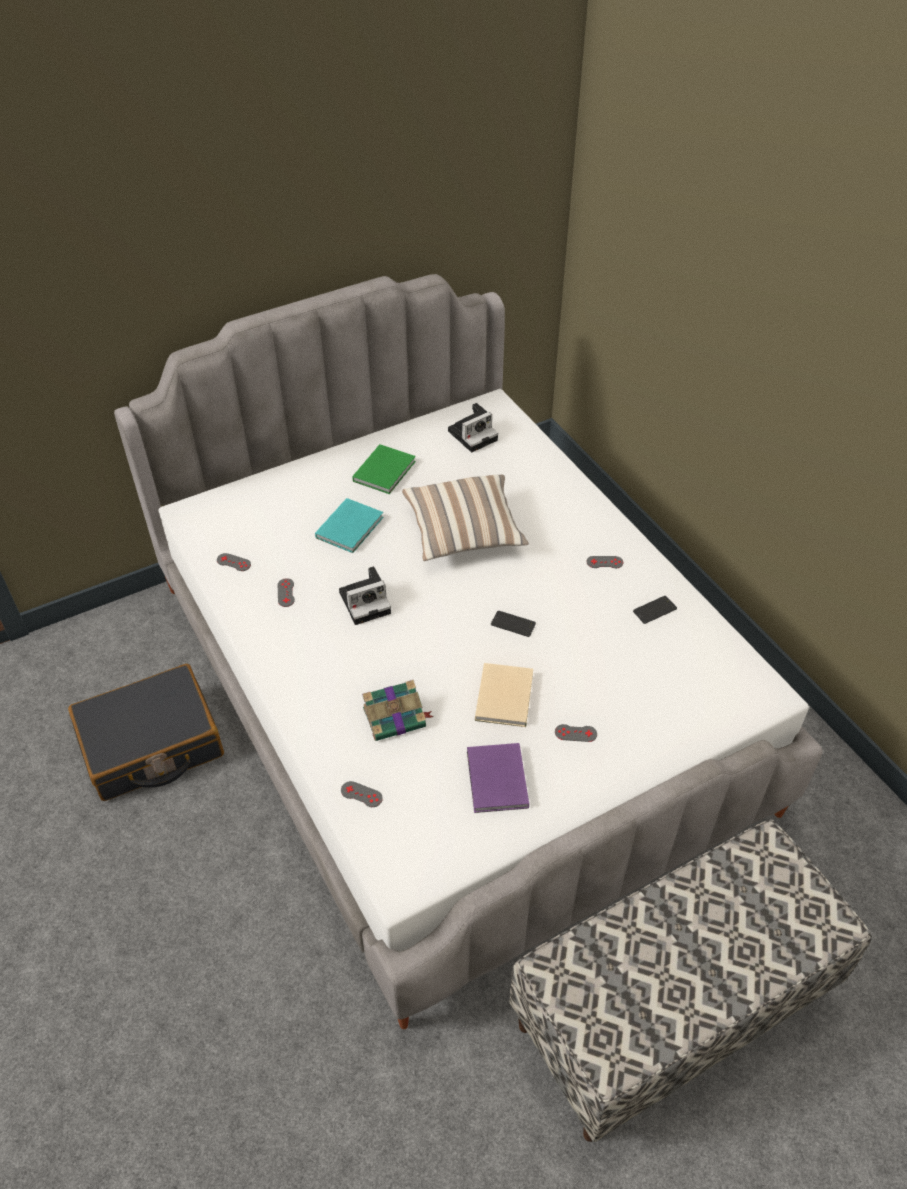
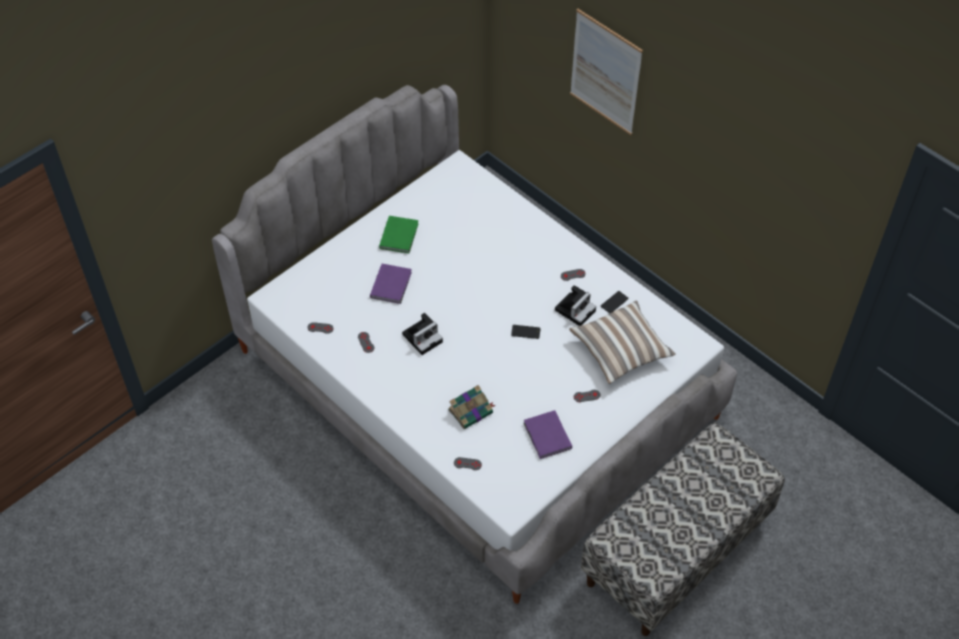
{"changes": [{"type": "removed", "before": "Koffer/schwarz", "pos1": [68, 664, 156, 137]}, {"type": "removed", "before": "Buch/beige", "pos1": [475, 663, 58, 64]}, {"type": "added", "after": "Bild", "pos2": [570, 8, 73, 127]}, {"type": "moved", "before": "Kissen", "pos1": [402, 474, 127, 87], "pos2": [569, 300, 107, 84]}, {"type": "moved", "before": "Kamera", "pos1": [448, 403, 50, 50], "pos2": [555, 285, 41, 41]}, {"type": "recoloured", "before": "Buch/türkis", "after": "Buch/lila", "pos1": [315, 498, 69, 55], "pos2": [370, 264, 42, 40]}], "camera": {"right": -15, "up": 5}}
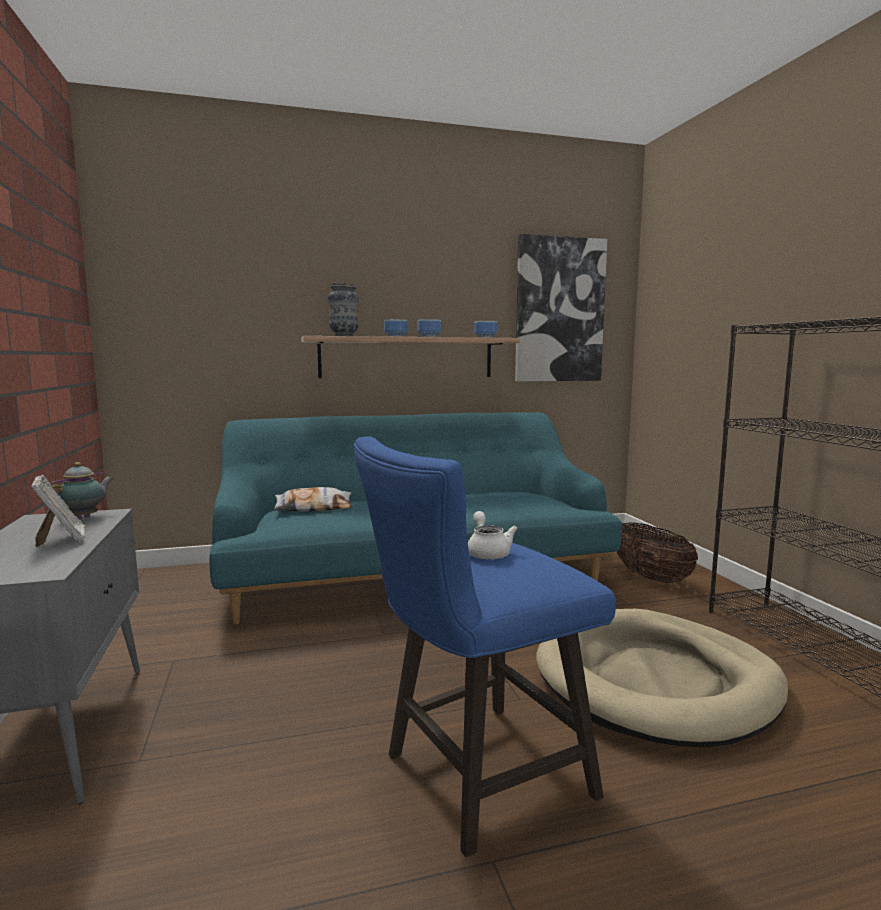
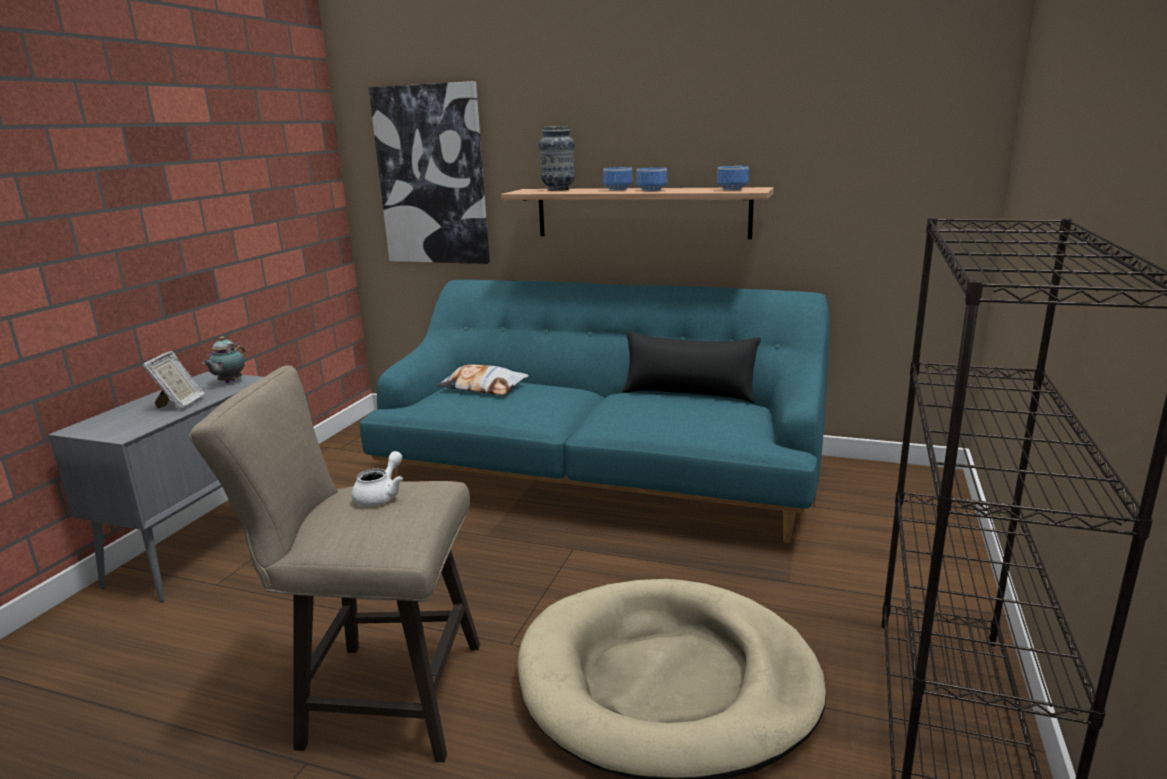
{"changes": [{"type": "removed", "before": "Korb", "pos1": [617, 522, 81, 61]}, {"type": "added", "after": "Kissen/schwarz", "pos2": [623, 331, 138, 72]}, {"type": "moved", "before": "Bild", "pos1": [515, 234, 92, 147], "pos2": [369, 81, 121, 183]}, {"type": "recoloured", "before": "Hocker/blau", "after": "Hocker/beige", "pos1": [353, 436, 263, 421], "pos2": [189, 365, 291, 397]}, {"type": "turned", "before": "Teekanne", "pos1": [49, 462, 65, 57], "pos2": [202, 336, 43, 47], "turn": 135}], "camera": {"right": 35, "up": 10}}
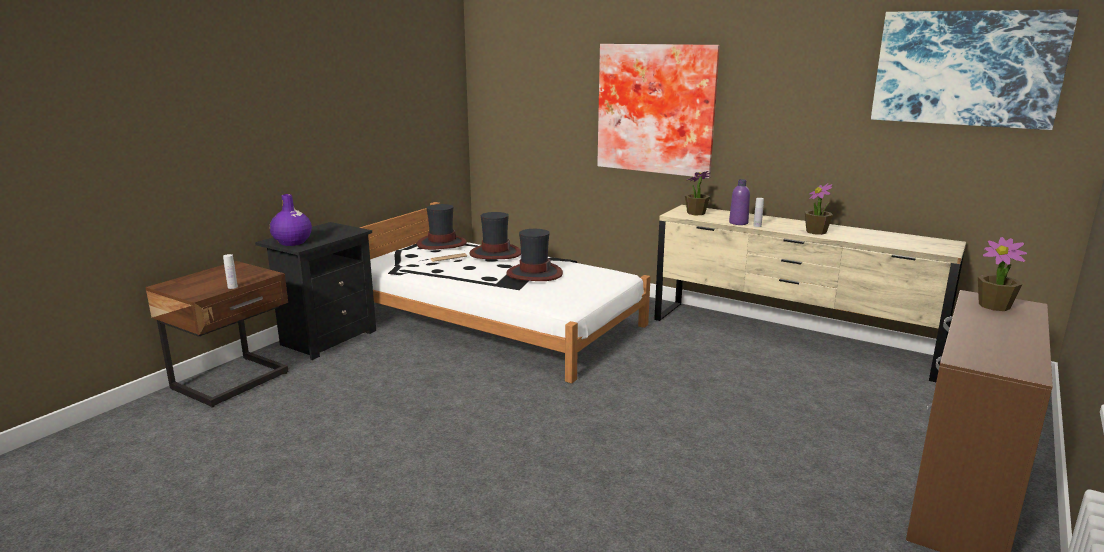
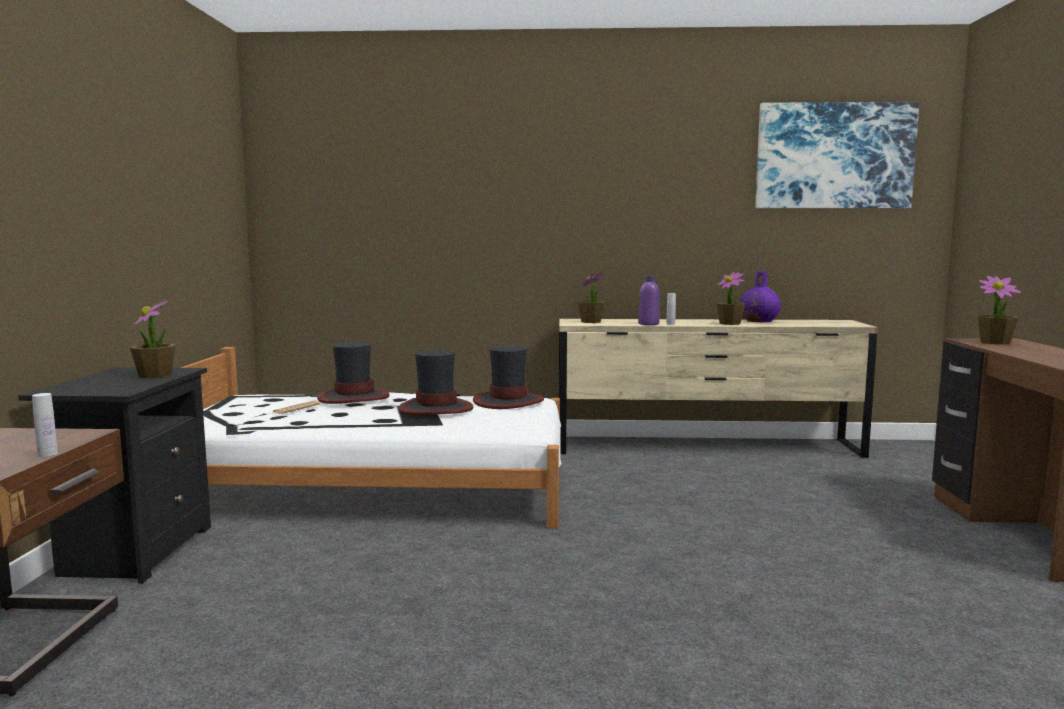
{"changes": [{"type": "removed", "before": "Bild", "pos1": [597, 44, 123, 134]}, {"type": "added", "after": "Topfpflanze", "pos2": [130, 301, 46, 77]}, {"type": "moved", "before": "Vase/lila", "pos1": [270, 194, 42, 52], "pos2": [739, 271, 42, 51]}, {"type": "moved", "before": "Hut", "pos1": [417, 204, 50, 46], "pos2": [473, 346, 71, 63]}], "camera": {"right": -30, "up": -10}}
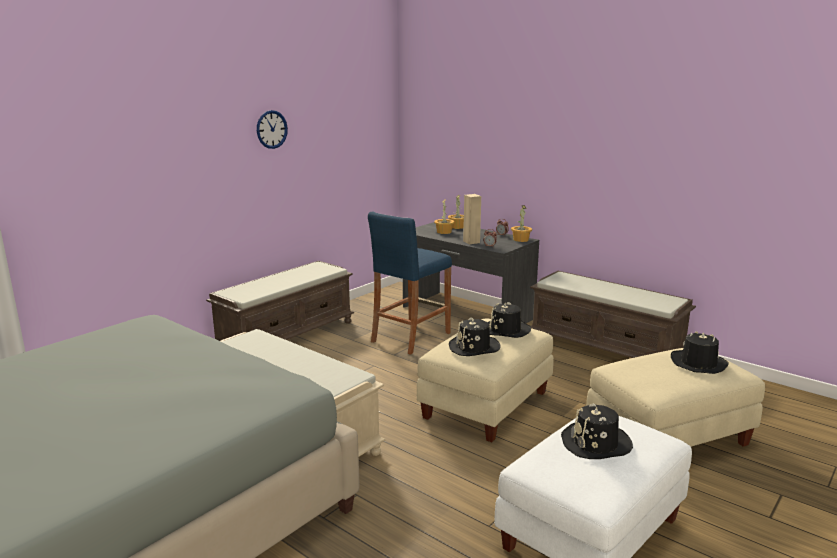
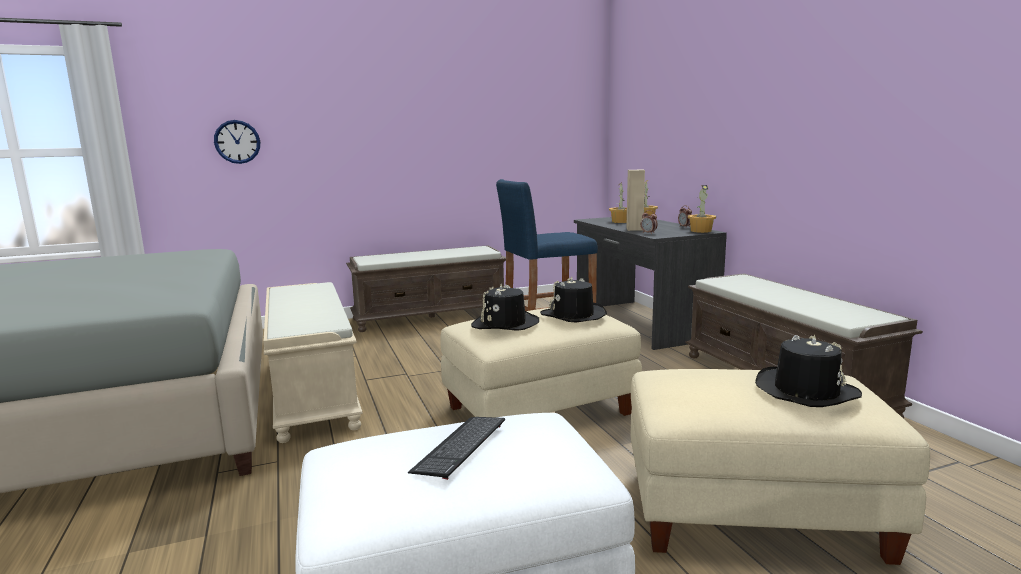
{"changes": [{"type": "moved", "before": "Wanduhr", "pos1": [257, 110, 31, 39], "pos2": [214, 120, 46, 44]}, {"type": "replaced", "before": "Hut/schwarz", "after": "Tastatur", "pos1": [561, 403, 72, 56], "pos2": [408, 417, 97, 63]}], "camera": {"right": 30, "up": -5}}
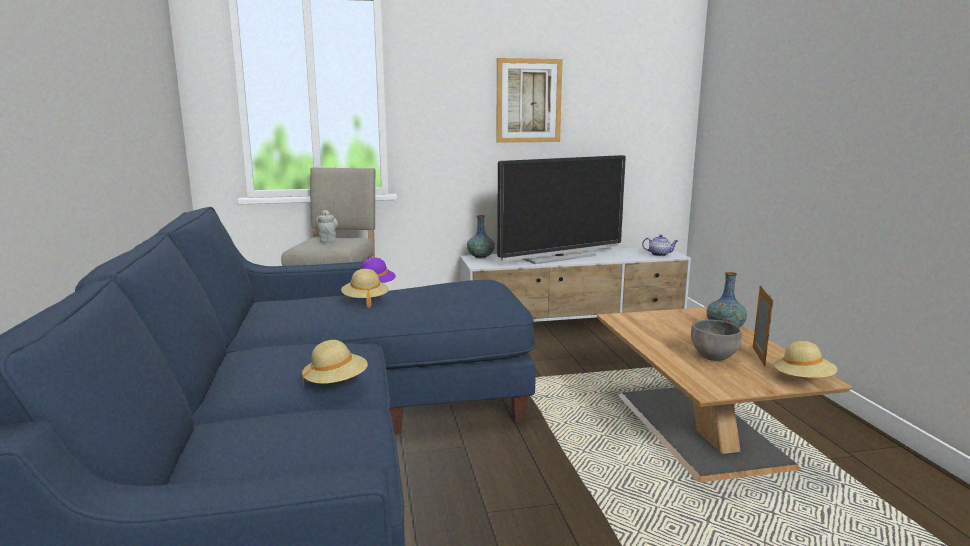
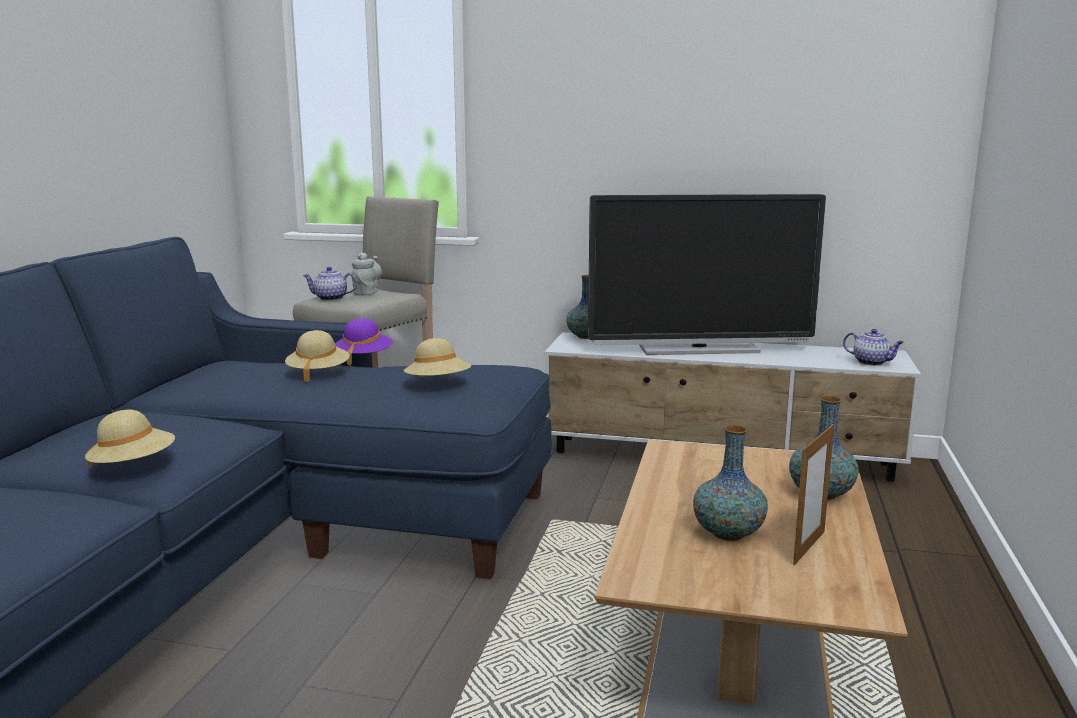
{"changes": [{"type": "removed", "before": "Bild", "pos1": [496, 58, 67, 85]}, {"type": "added", "after": "Teekanne", "pos2": [303, 267, 54, 34]}, {"type": "moved", "before": "Hut/beige", "pos1": [772, 341, 65, 37], "pos2": [404, 338, 67, 39]}, {"type": "replaced", "before": "Schüssel/grau", "after": "Vase", "pos1": [691, 320, 51, 41], "pos2": [693, 425, 75, 116]}], "camera": {"right": 25, "up": 0}}
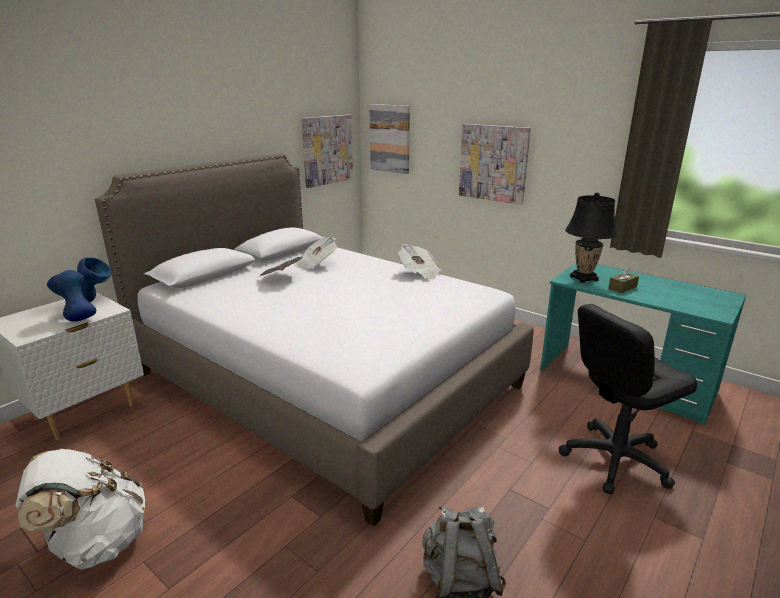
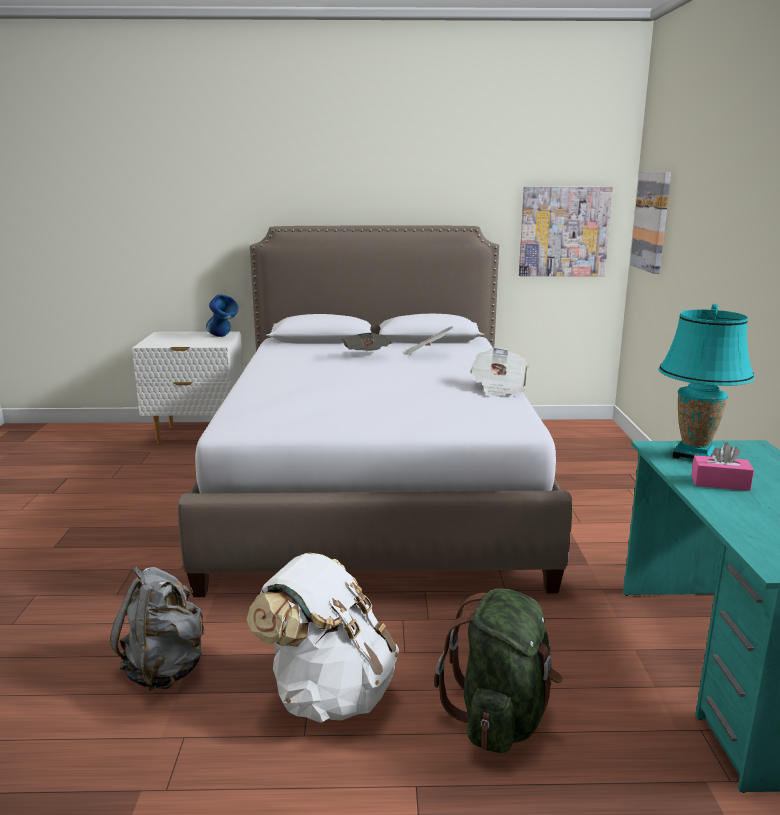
{"changes": [{"type": "removed", "before": "Vase/blau", "pos1": [47, 270, 49, 52]}, {"type": "removed", "before": "Bild", "pos1": [459, 124, 72, 81]}, {"type": "moved", "before": "Rucksack/weiß", "pos1": [15, 449, 130, 121], "pos2": [247, 553, 152, 170]}, {"type": "replaced", "before": "Bürostuhl/schwarz", "after": "Rucksack/grün", "pos1": [559, 304, 138, 190], "pos2": [434, 588, 129, 165]}, {"type": "recoloured", "before": "Tischlampe/schwarz", "after": "Tischlampe/türkis", "pos1": [565, 193, 53, 90], "pos2": [659, 304, 96, 155]}, {"type": "recoloured", "before": "Taschentuchbox/braun", "after": "Taschentuchbox/rosa", "pos1": [608, 266, 31, 27], "pos2": [691, 443, 63, 48]}], "camera": {"right": 50, "up": -5}}
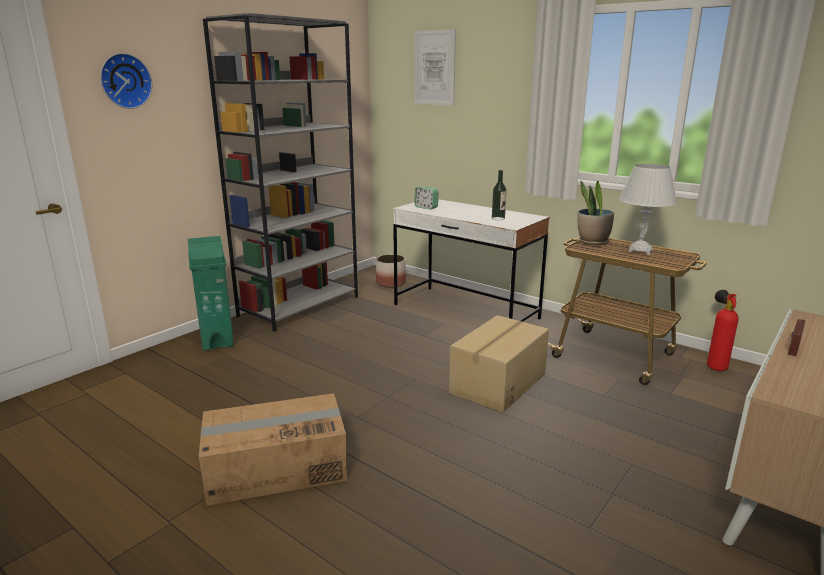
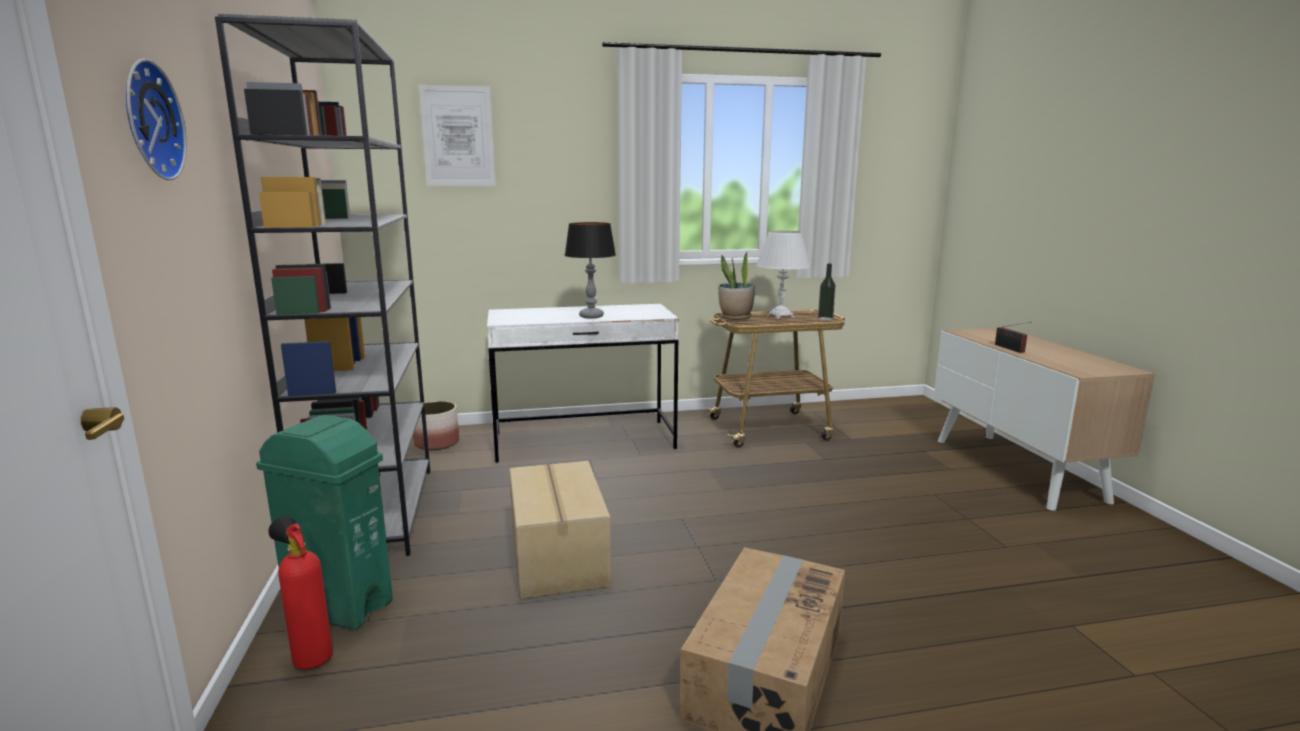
{"changes": [{"type": "removed", "before": "Wecker", "pos1": [415, 186, 24, 24]}, {"type": "added", "after": "Tischlampe", "pos2": [565, 222, 51, 96]}, {"type": "moved", "before": "Karton", "pos1": [449, 315, 100, 98], "pos2": [509, 461, 102, 138]}, {"type": "moved", "before": "Flasche", "pos1": [492, 170, 15, 50], "pos2": [818, 263, 18, 57]}, {"type": "moved", "before": "Feuerlöscher", "pos1": [707, 290, 32, 81], "pos2": [268, 516, 65, 154]}], "camera": {"right": -50, "up": -5}}
